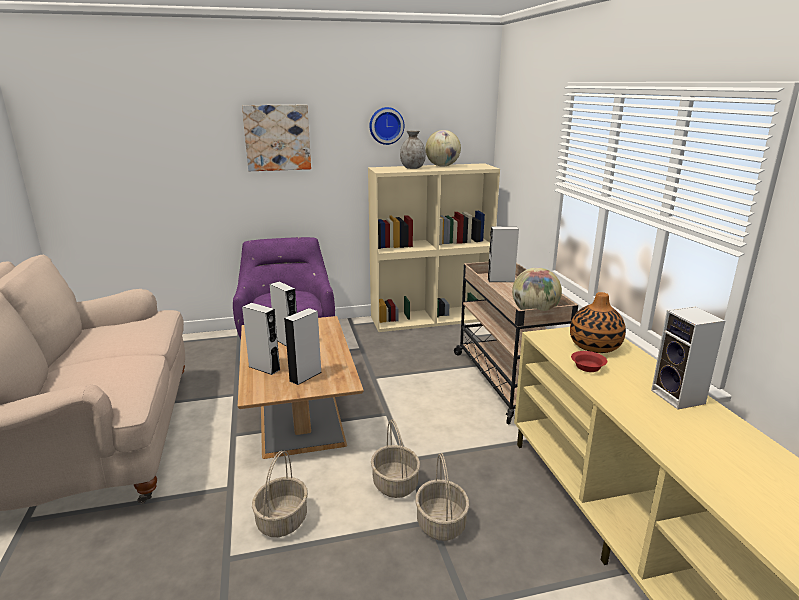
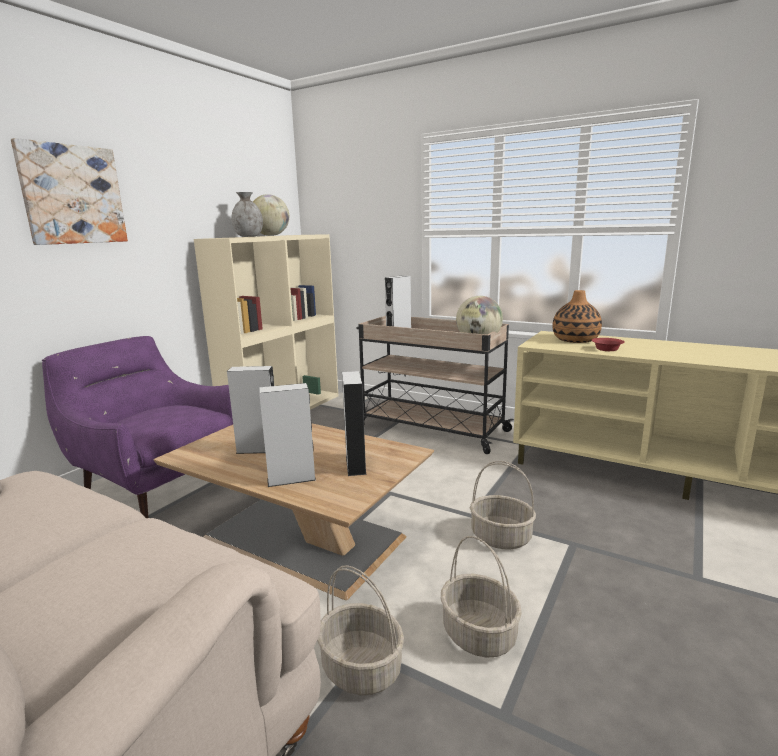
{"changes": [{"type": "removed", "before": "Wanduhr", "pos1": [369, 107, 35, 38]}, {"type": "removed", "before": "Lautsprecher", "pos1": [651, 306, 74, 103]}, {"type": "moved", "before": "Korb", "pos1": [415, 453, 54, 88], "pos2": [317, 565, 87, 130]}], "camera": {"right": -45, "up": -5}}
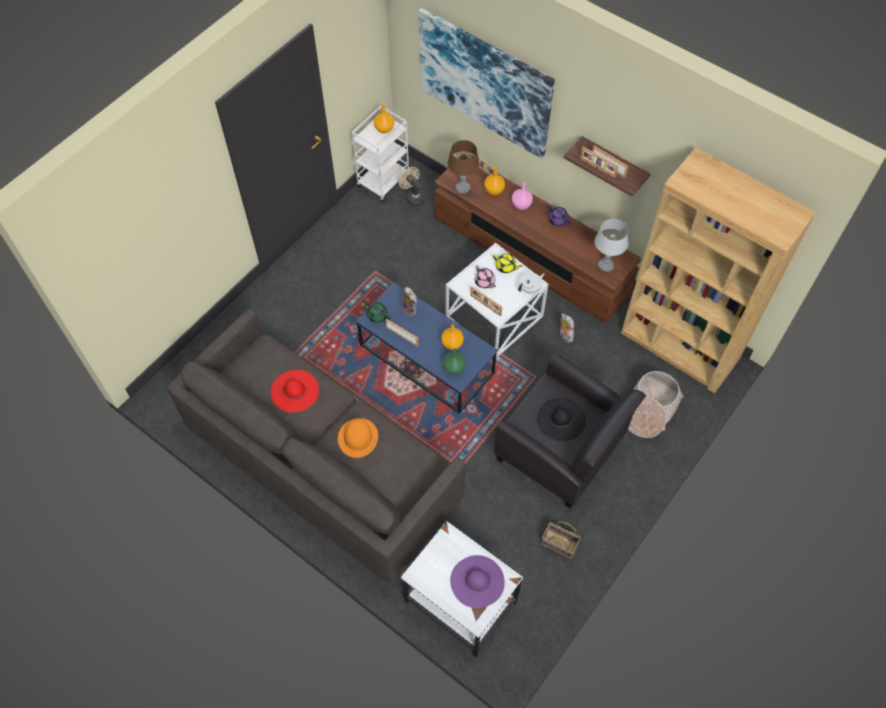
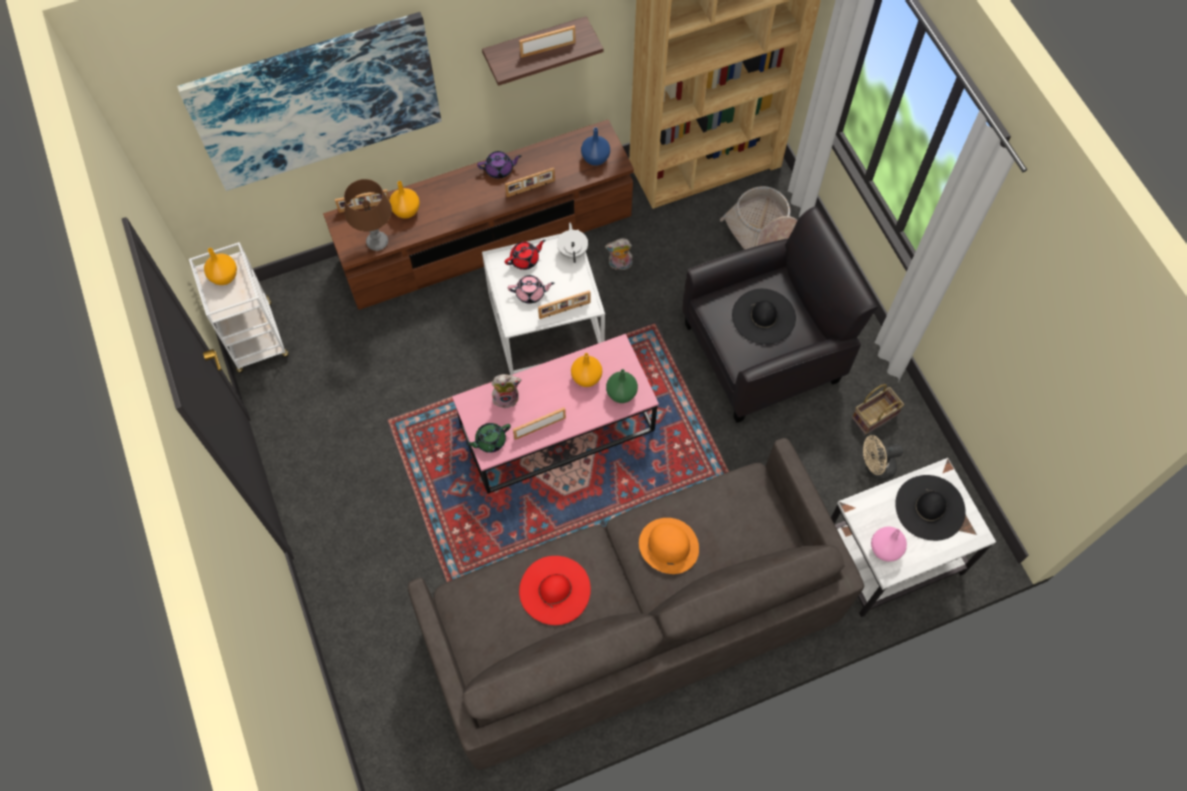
{"changes": [{"type": "moved", "before": "Ventilator/beige", "pos1": [399, 167, 27, 39], "pos2": [863, 435, 40, 45]}, {"type": "moved", "before": "Vase/rosa", "pos1": [512, 182, 21, 28], "pos2": [871, 527, 36, 34]}, {"type": "moved", "before": "Bilderrahmen", "pos1": [580, 147, 38, 31], "pos2": [505, 167, 50, 30]}, {"type": "replaced", "before": "Tischlampe/grau", "after": "Vase/blau", "pos1": [595, 219, 33, 53], "pos2": [581, 127, 29, 39]}, {"type": "recoloured", "before": "Couchtisch/blau", "after": "Couchtisch/rosa", "pos1": [356, 282, 142, 132], "pos2": [452, 334, 207, 160]}, {"type": "recoloured", "before": "Hut/lila", "after": "Hut/schwarz", "pos1": [450, 555, 55, 53], "pos2": [895, 475, 70, 66]}, {"type": "recoloured", "before": "Teekanne/gelb", "after": "Teekanne/rot", "pos1": [492, 253, 30, 20], "pos2": [505, 240, 41, 30]}], "camera": {"right": -60, "up": 5}}
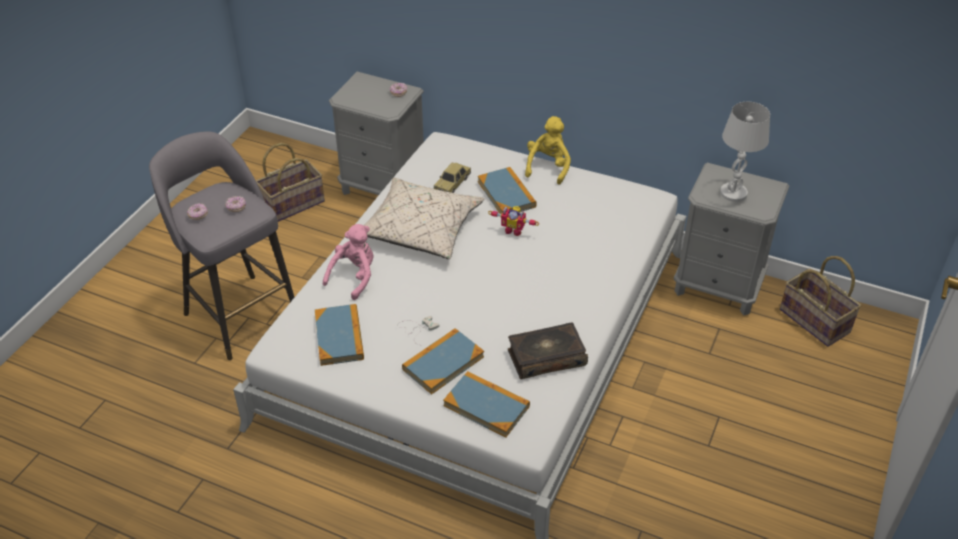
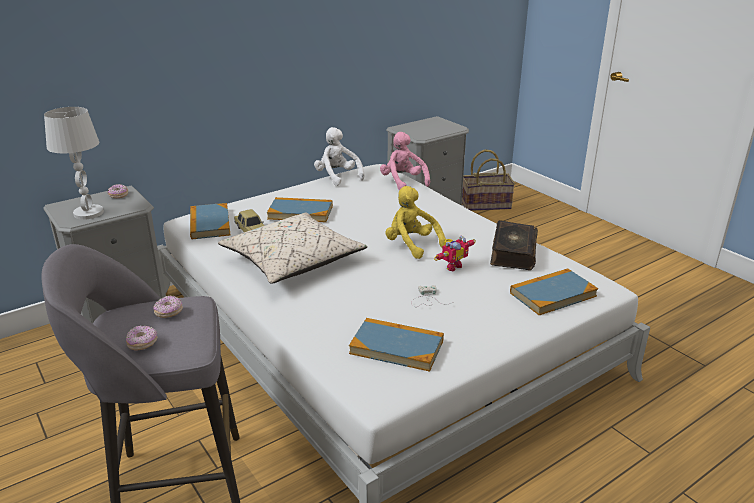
{"changes": [{"type": "removed", "before": "Korb", "pos1": [256, 143, 69, 79]}, {"type": "added", "after": "Plüschtier/weiß", "pos2": [314, 127, 51, 59]}, {"type": "moved", "before": "Plüschtier/rosa", "pos1": [323, 224, 51, 76], "pos2": [380, 132, 50, 58]}, {"type": "moved", "before": "Buch", "pos1": [402, 328, 82, 66], "pos2": [190, 203, 40, 36]}, {"type": "moved", "before": "Spielzeugroboter", "pos1": [488, 206, 51, 30], "pos2": [434, 236, 42, 35]}, {"type": "moved", "before": "Plüschtier/gelb", "pos1": [525, 116, 46, 69], "pos2": [385, 186, 61, 73]}, {"type": "moved", "before": "Tischlampe/weiß", "pos1": [720, 102, 50, 100], "pos2": [44, 107, 60, 113]}], "camera": {"right": -60, "up": -15}}
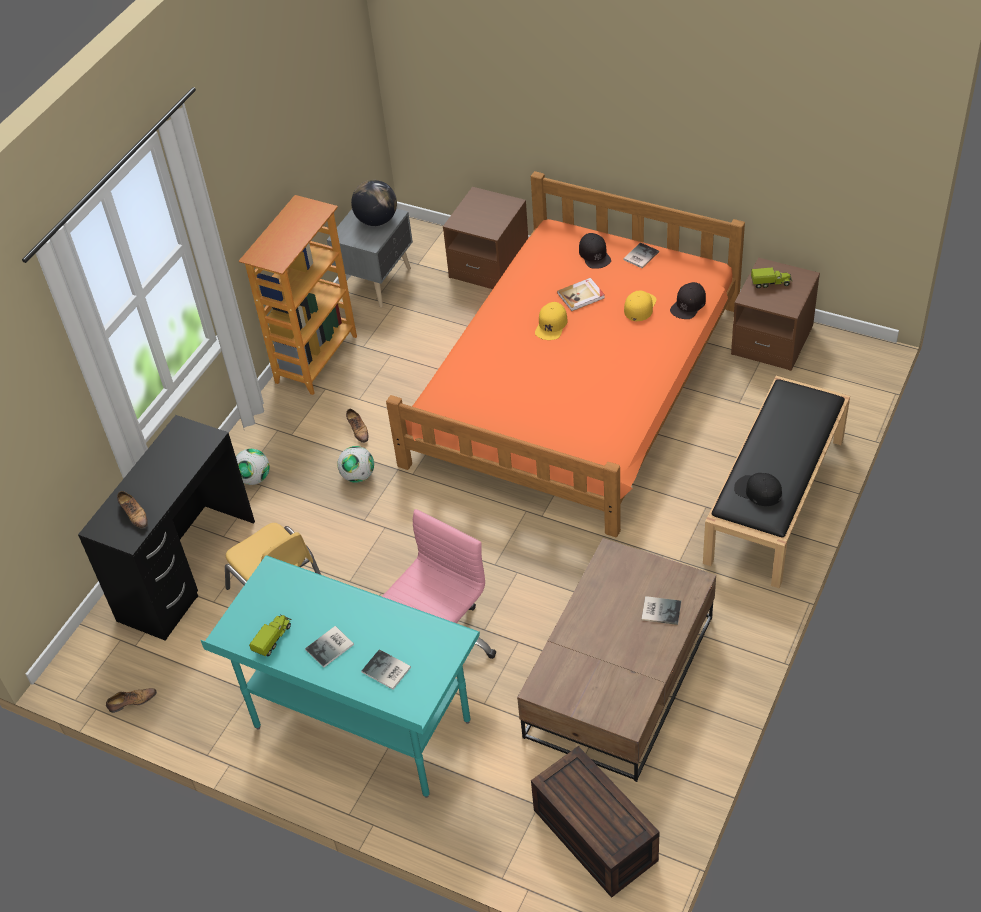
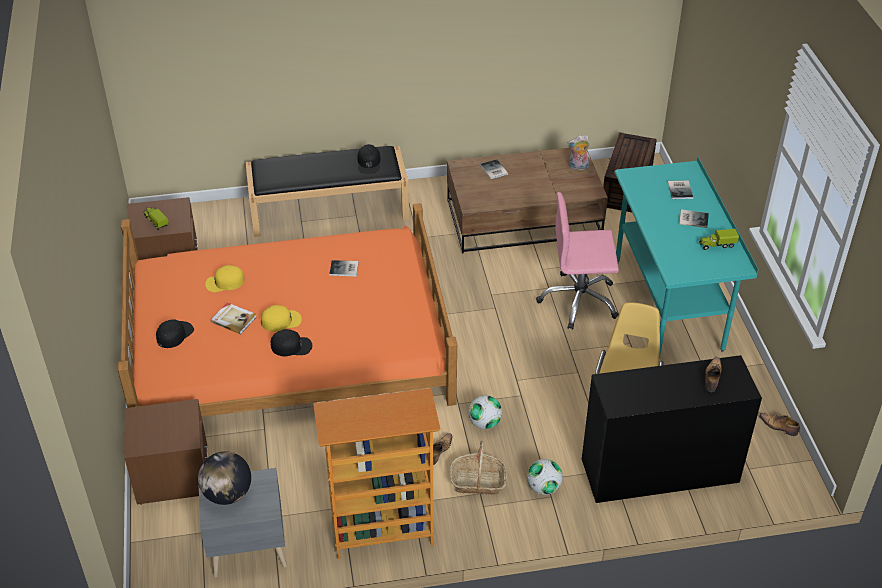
{"changes": [{"type": "added", "after": "Korb", "pos2": [450, 441, 57, 54]}, {"type": "added", "after": "Plüschtier", "pos2": [568, 135, 22, 35]}, {"type": "moved", "before": "Buch", "pos1": [623, 242, 36, 26], "pos2": [329, 260, 30, 17]}, {"type": "moved", "before": "Kappe/schwarz", "pos1": [670, 282, 36, 37], "pos2": [271, 329, 41, 28]}], "camera": {"right": -130, "up": -5}}
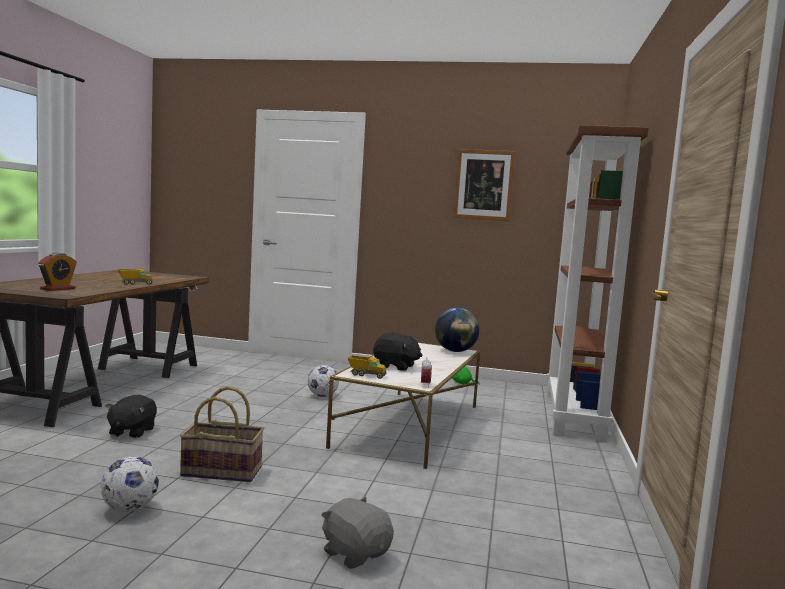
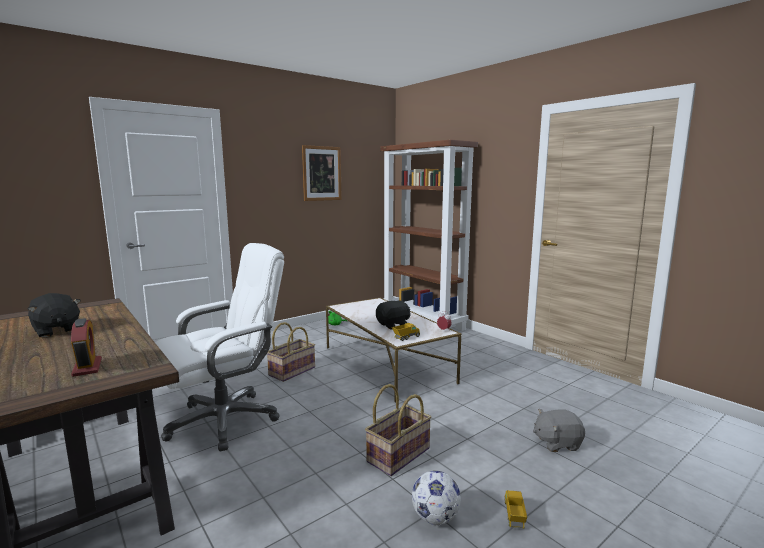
{"changes": [{"type": "removed", "before": "Globus", "pos1": [435, 308, 44, 44]}, {"type": "added", "after": "Bürostuhl/weiß", "pos2": [155, 243, 129, 208]}, {"type": "moved", "before": "Plüschtier/schwarz", "pos1": [105, 394, 52, 44], "pos2": [27, 293, 54, 45]}, {"type": "moved", "before": "Spielzeuglaster", "pos1": [118, 269, 34, 16], "pos2": [505, 490, 22, 39]}, {"type": "replaced", "before": "Fußball", "after": "Korb", "pos1": [308, 365, 31, 32], "pos2": [267, 322, 48, 60]}], "camera": {"right": -50, "up": 5}}
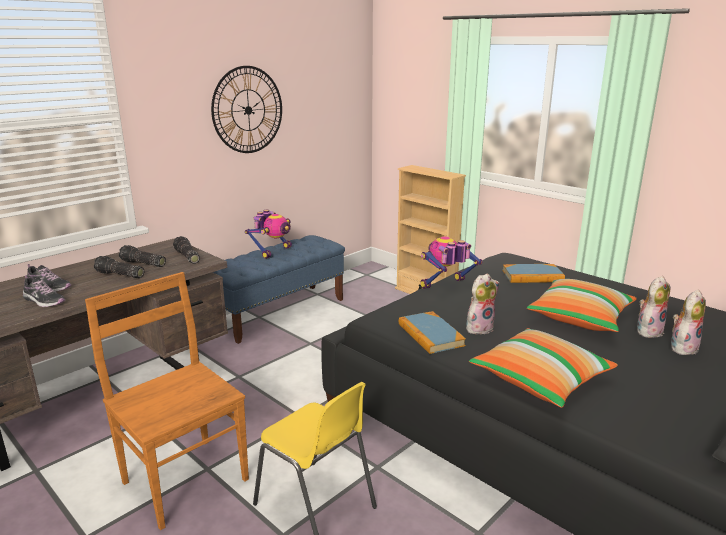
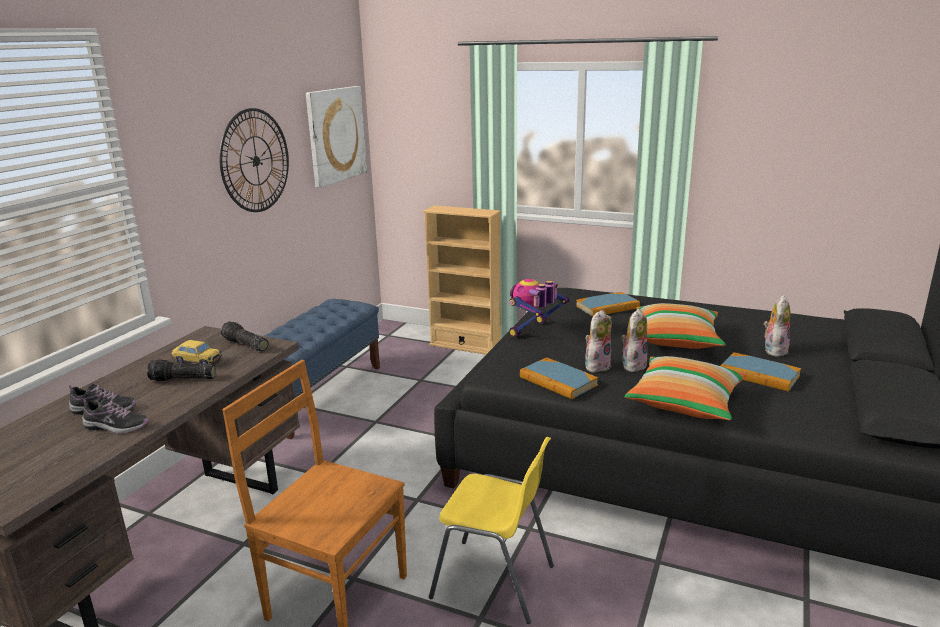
{"changes": [{"type": "removed", "before": "Spielzeugroboter", "pos1": [245, 210, 47, 49]}, {"type": "added", "after": "Bild", "pos2": [306, 86, 61, 102]}, {"type": "added", "after": "Buch", "pos2": [721, 352, 80, 40]}, {"type": "moved", "before": "Plüschtier", "pos1": [637, 276, 33, 62], "pos2": [621, 309, 26, 63]}, {"type": "replaced", "before": "Taschenlampe", "after": "Spielzeugauto", "pos1": [119, 245, 47, 22], "pos2": [171, 340, 51, 24]}], "camera": {"right": -20, "up": 0}}
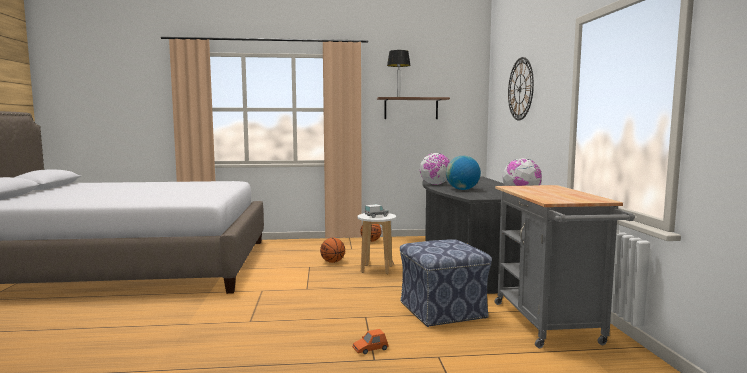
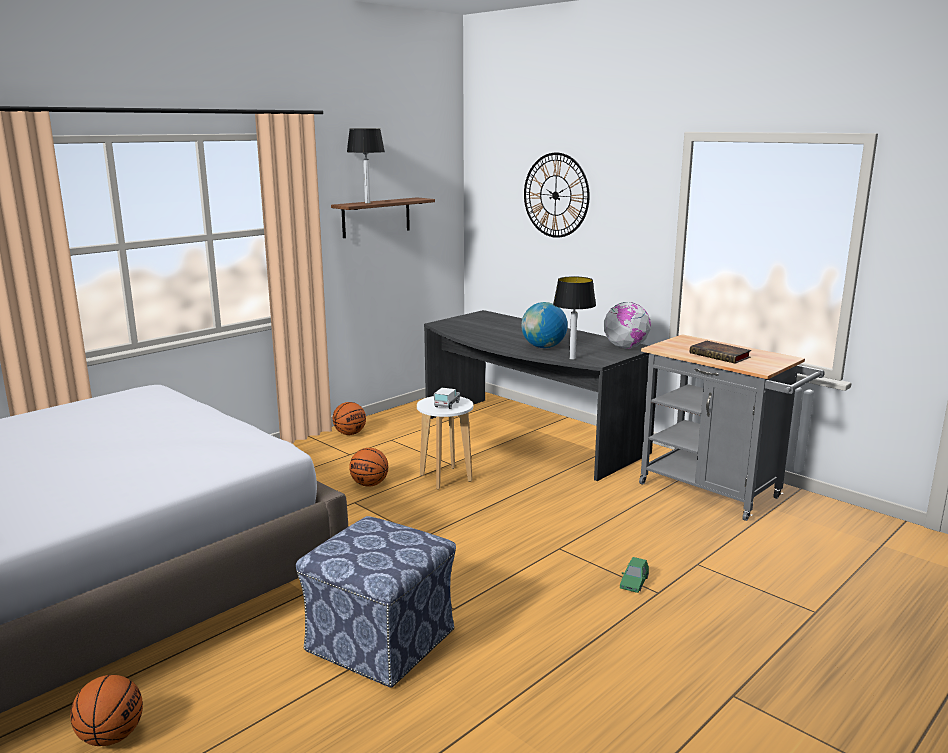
{"changes": [{"type": "removed", "before": "Globus", "pos1": [420, 153, 30, 32]}, {"type": "added", "after": "Basketball", "pos2": [70, 675, 73, 71]}, {"type": "added", "after": "Tischlampe", "pos2": [553, 277, 43, 83]}, {"type": "added", "after": "Buch", "pos2": [690, 341, 62, 23]}, {"type": "moved", "before": "Polsterhocker", "pos1": [400, 239, 92, 88], "pos2": [296, 516, 160, 172]}, {"type": "recoloured", "before": "Spielzeugauto/orange", "after": "Spielzeugauto/grün", "pos1": [352, 329, 37, 25], "pos2": [620, 557, 29, 36]}], "camera": {"right": -40, "up": 10}}
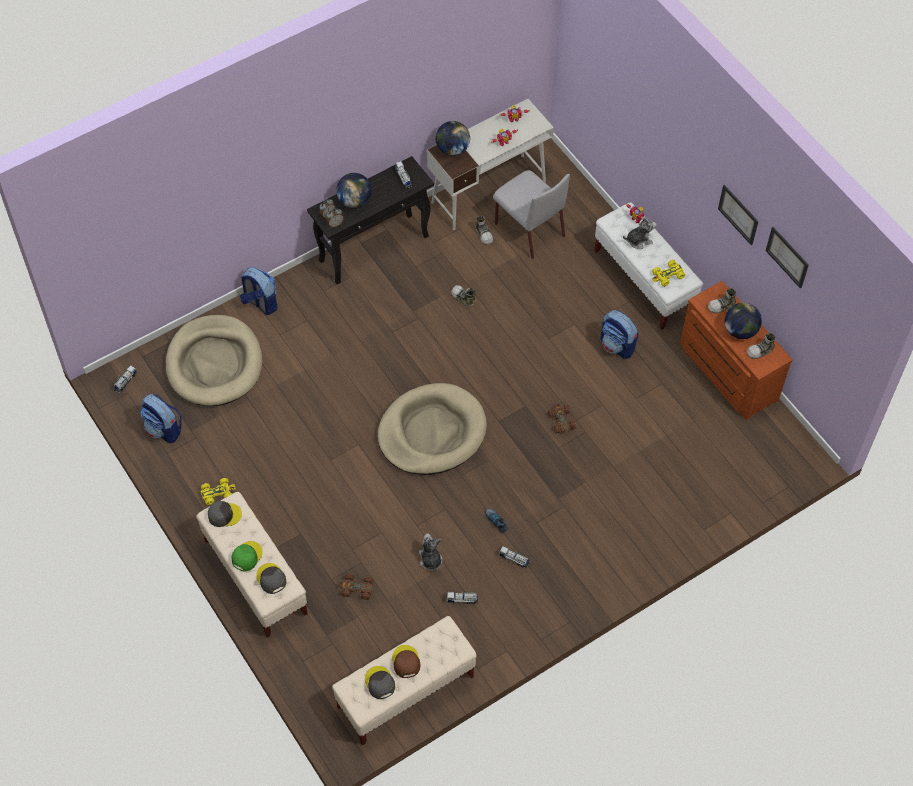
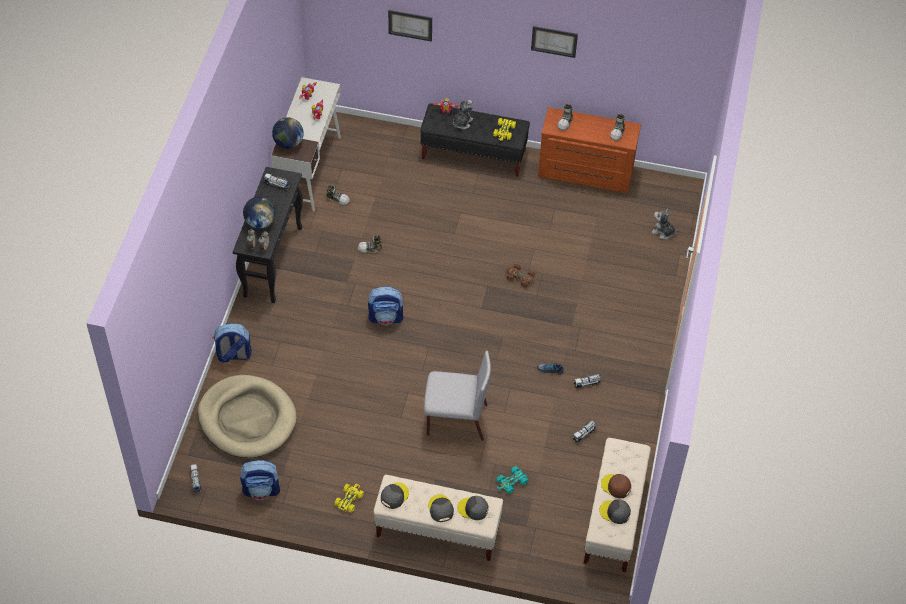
{"changes": [{"type": "removed", "before": "Hundebett/beige", "pos1": [377, 383, 110, 92]}, {"type": "removed", "before": "Globus", "pos1": [725, 302, 37, 37]}, {"type": "moved", "before": "Plüschtier", "pos1": [419, 534, 24, 38], "pos2": [652, 208, 28, 31]}, {"type": "moved", "before": "Stuhl/grau", "pos1": [493, 170, 77, 89], "pos2": [424, 351, 67, 90]}, {"type": "moved", "before": "Rucksack", "pos1": [600, 310, 39, 49], "pos2": [368, 286, 36, 39]}, {"type": "moved", "before": "Bild", "pos1": [766, 227, 43, 62], "pos2": [388, 10, 44, 32]}, {"type": "recoloured", "before": "Kappe/grün", "after": "Kappe/grau", "pos1": [231, 541, 31, 31], "pos2": [428, 494, 26, 28]}, {"type": "recoloured", "before": "Spielzeugauto/braun", "after": "Spielzeugauto/türkis", "pos1": [338, 574, 36, 26], "pos2": [497, 466, 31, 28]}, {"type": "recoloured", "before": "Bank/weiß", "after": "Bank/schwarz", "pos1": [594, 202, 109, 128], "pos2": [420, 103, 110, 74]}], "camera": {"right": -45, "up": -5}}
